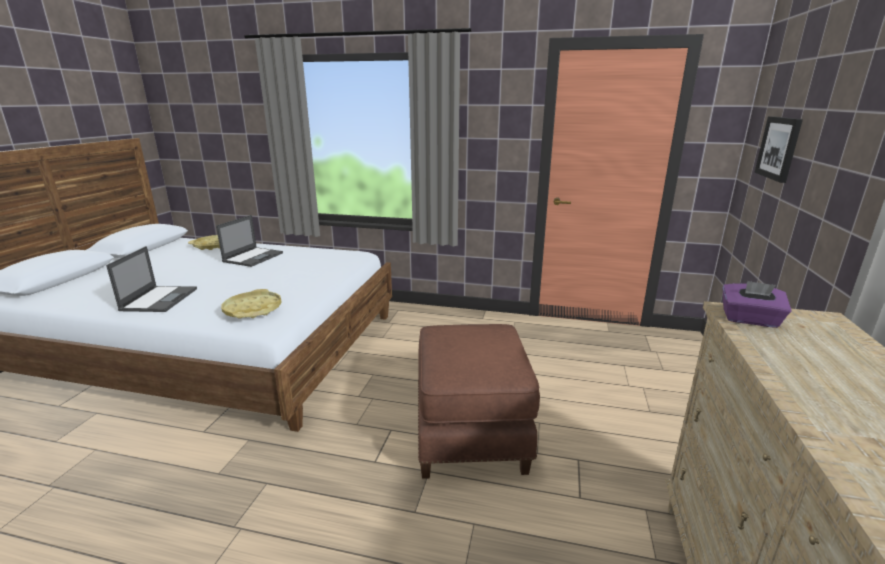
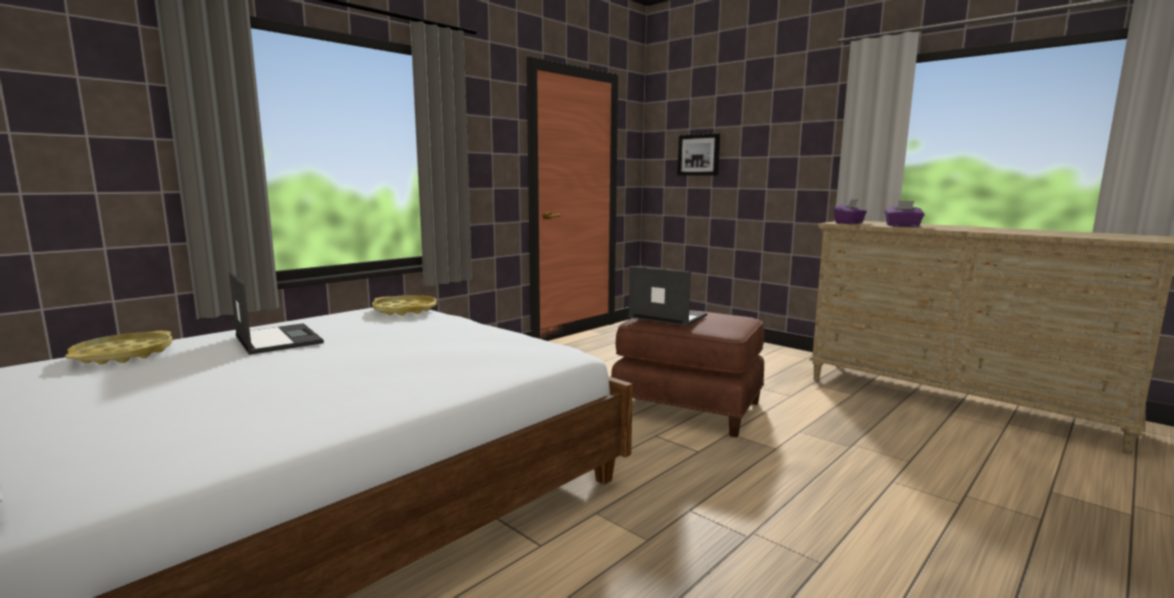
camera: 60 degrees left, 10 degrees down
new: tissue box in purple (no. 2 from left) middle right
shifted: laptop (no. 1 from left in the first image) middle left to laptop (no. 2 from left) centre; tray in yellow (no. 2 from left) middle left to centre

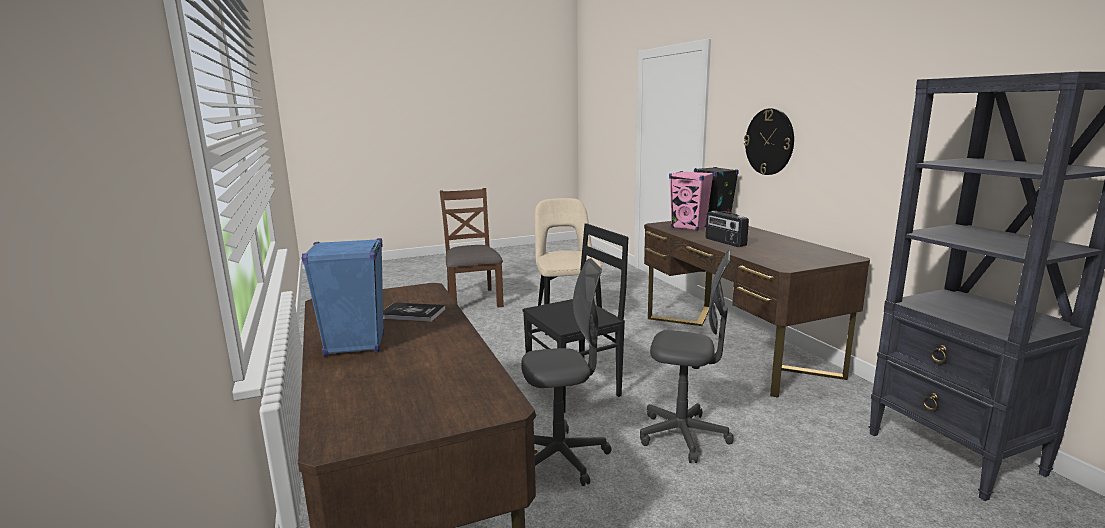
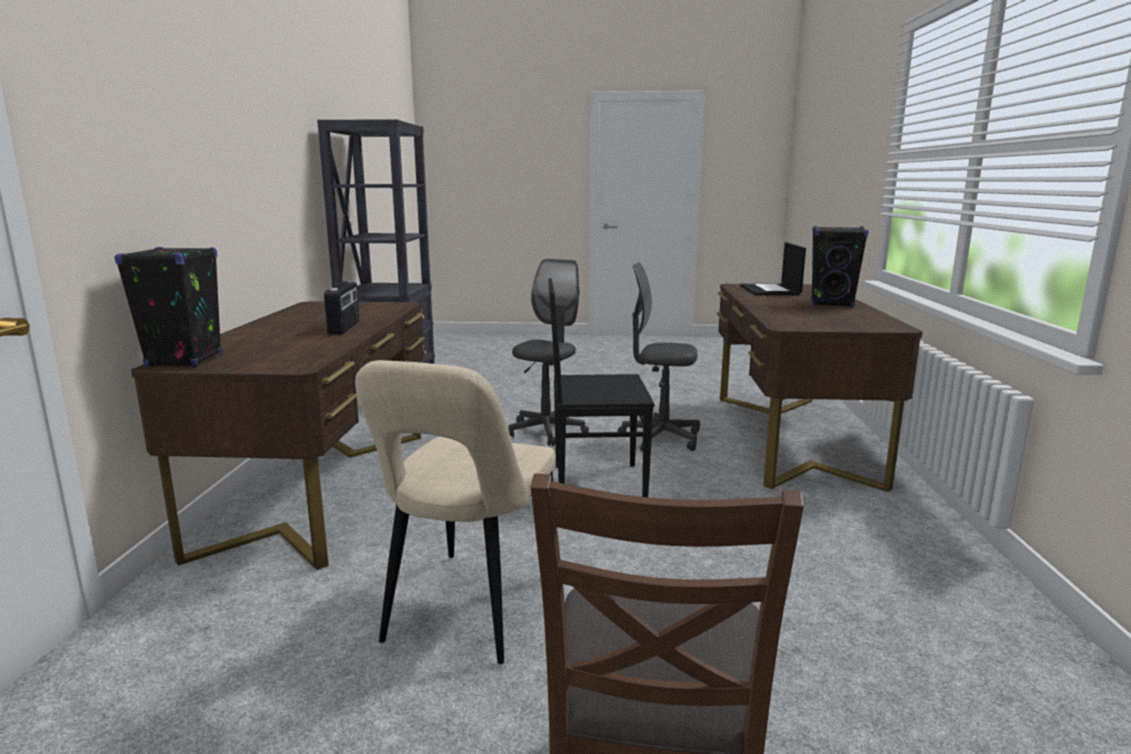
camera: 155 degrees left, 0 degrees up
gone: book centre; speaker in pink centre; wall clock top right
new: laptop middle right
repainted: speaker in blue middle left to speaker in black (no. 2 from left) middle right
rotated: office chair in grey (no. 2 from left in the first image) bottom centre = centre 75 degrees clockwise

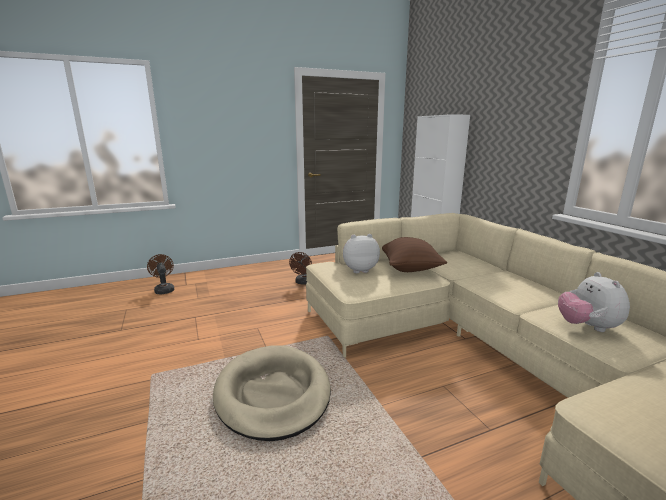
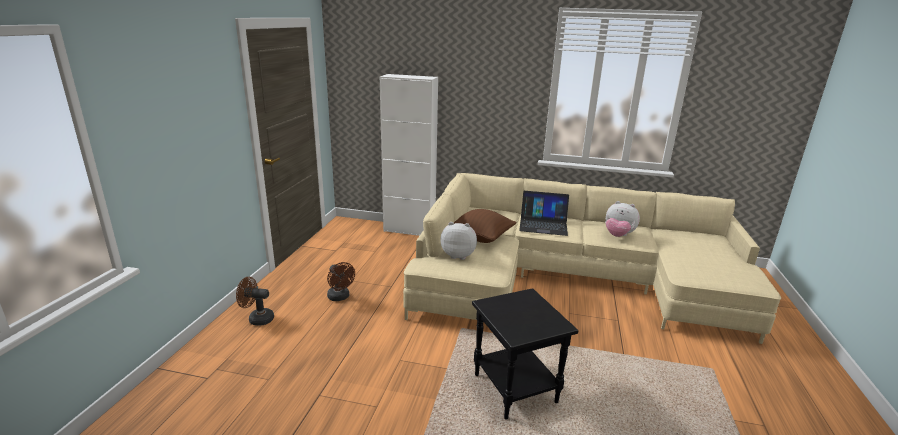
camera: 55 degrees left, 5 degrees up
new: laptop centre
shifted: fan in brown (no. 1 from left) middle left to bottom left
swapped: dog bed in beige bottom centre to side table in black bottom centre
rotated: plush toy (no. 1 from left) centre = centre 75 degrees clockwise

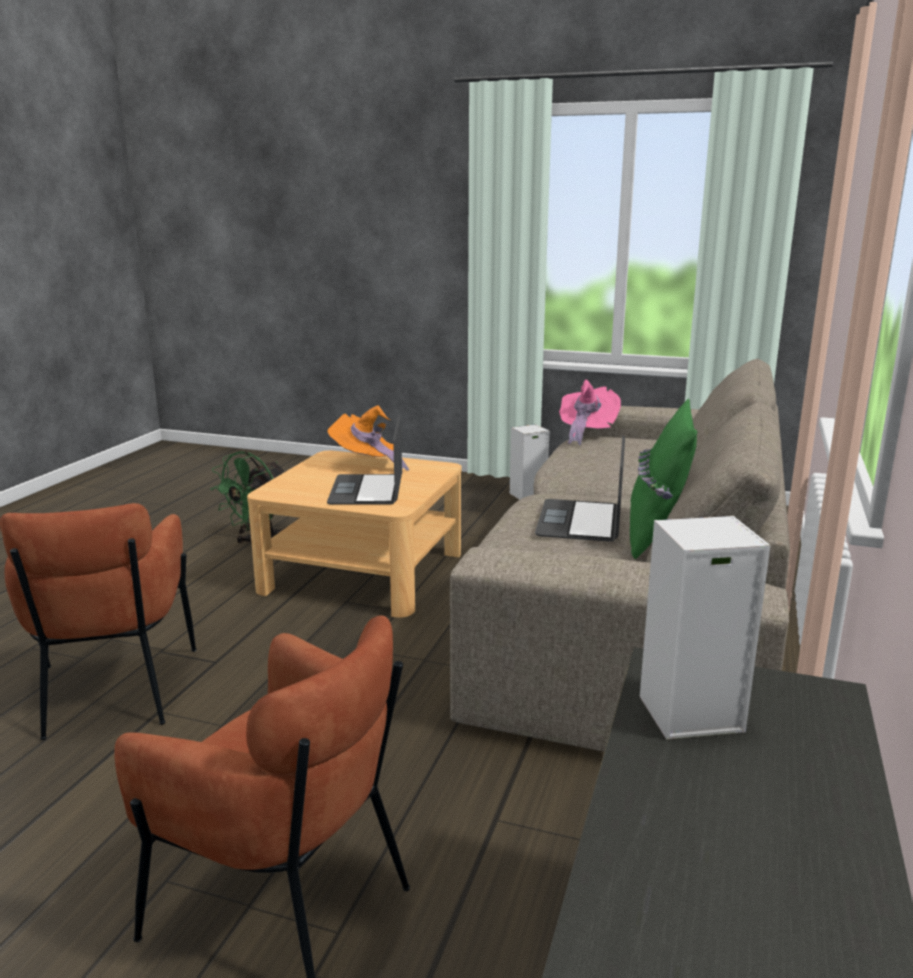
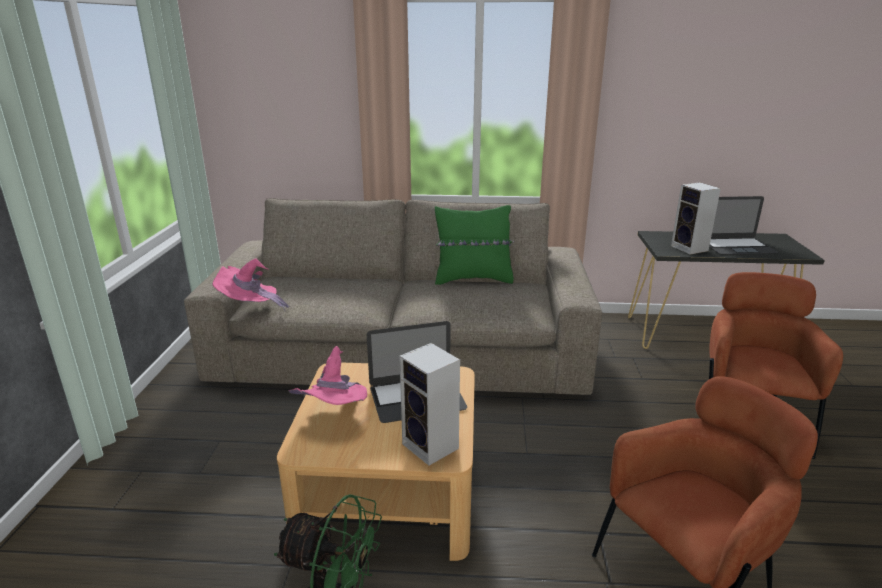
camera: 105 degrees left, 5 degrees up
shifted: speaker (no. 1 from left) centre to bottom centre; laptop (no. 2 from left) centre to middle right
repainted: hat in orange centre to hat in pink (no. 2 from left) centre

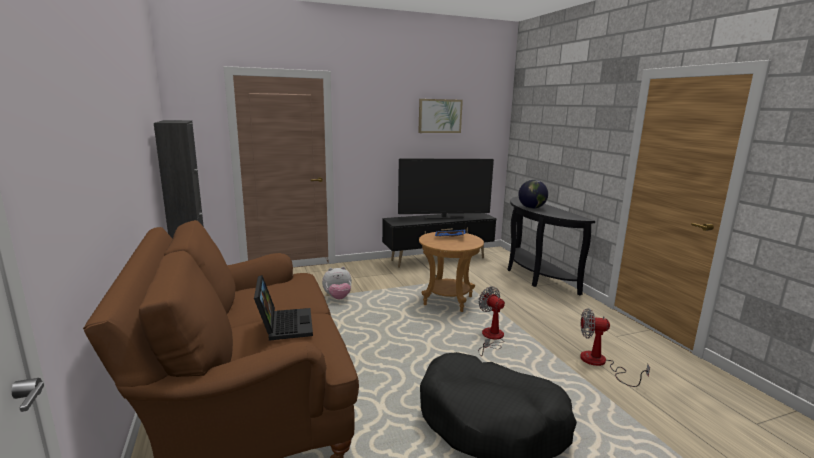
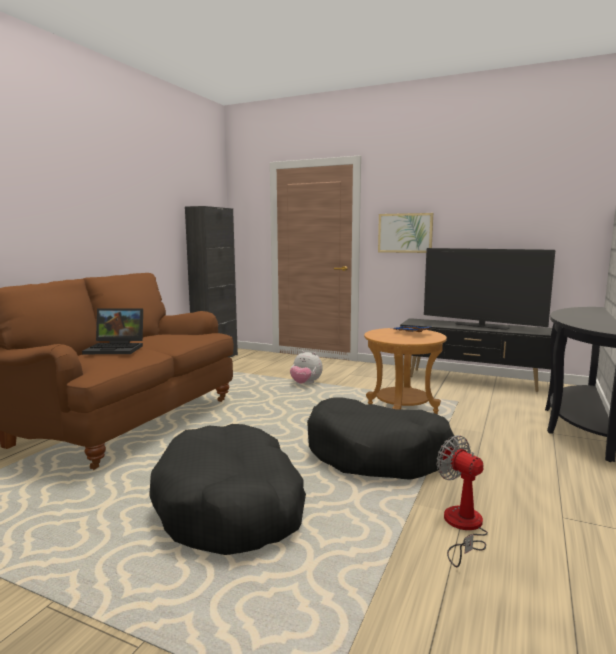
camera: 45 degrees right, 5 degrees down
gone: globe centre
shifted: picture top centre to centre
swapped: fan (no. 1 from left) bottom centre to dog bed in black (no. 2 from left) bottom centre
rotated: laptop bottom centre = middle left 60 degrees clockwise

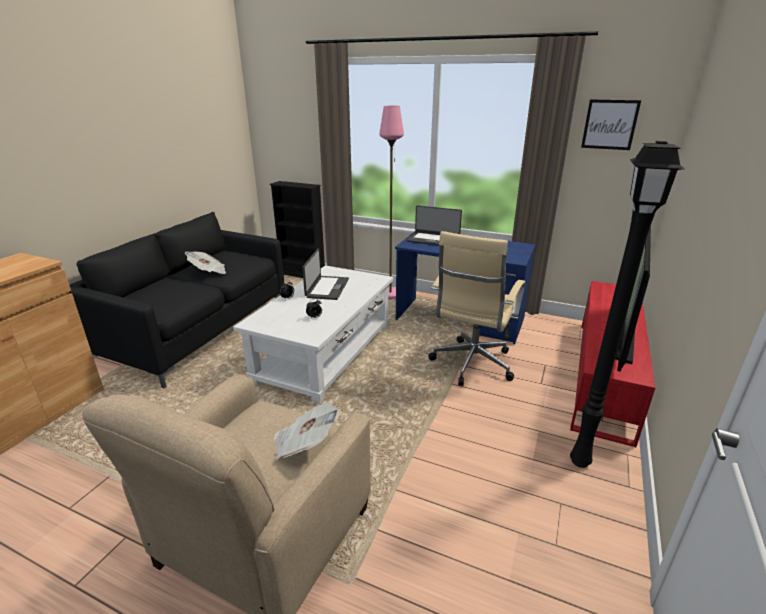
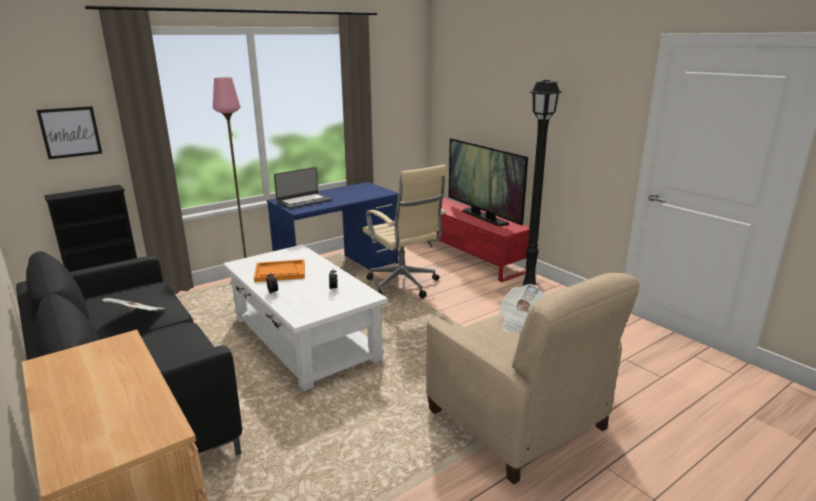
camera: 60 degrees left, 5 degrees down
shifted: picture top right to top left
swapped: laptop (no. 1 from left) centre to tray in orange centre

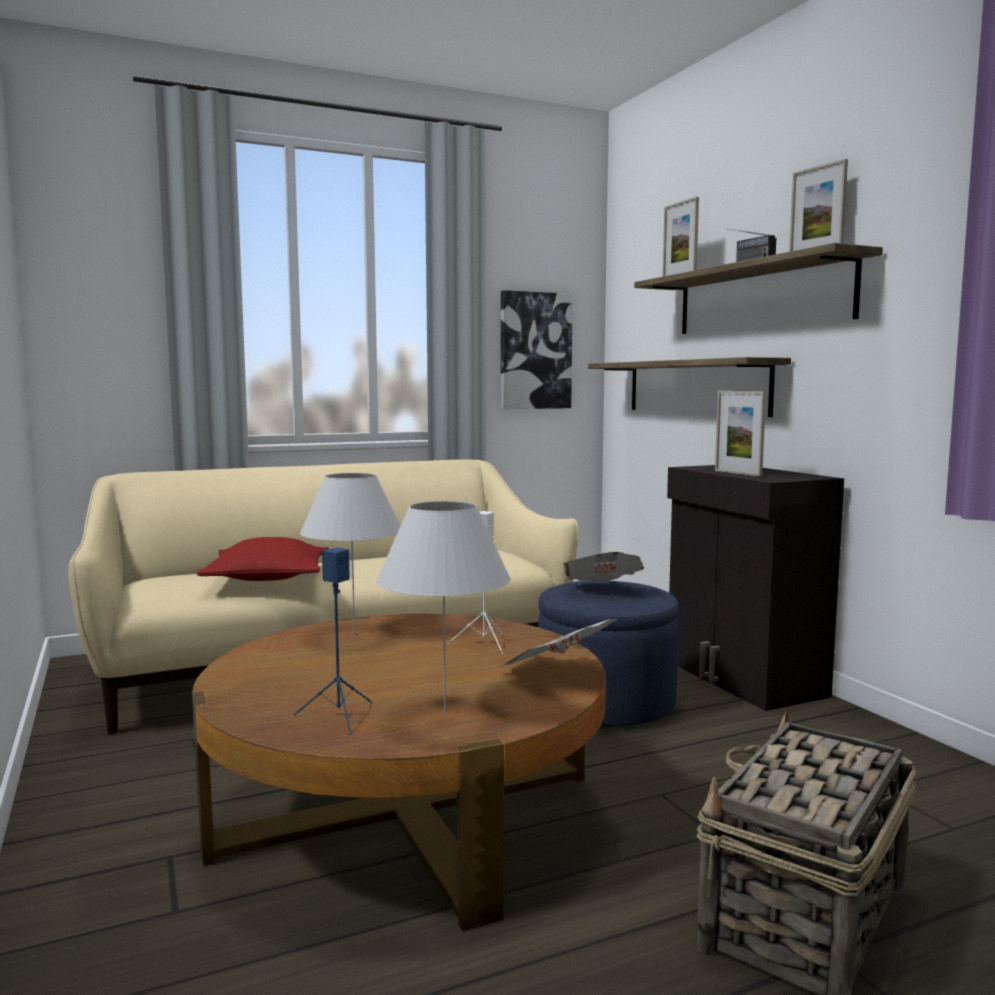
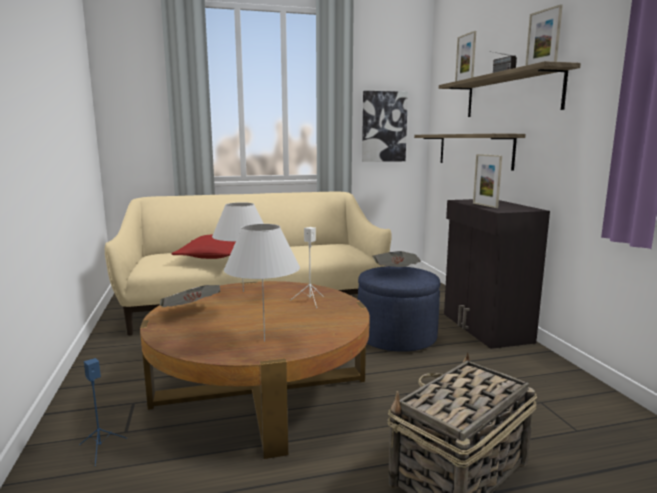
camera: 10 degrees right, 5 degrees up
shifted: speaker in blue centre to bottom left; newspaper (no. 1 from left) centre to middle left

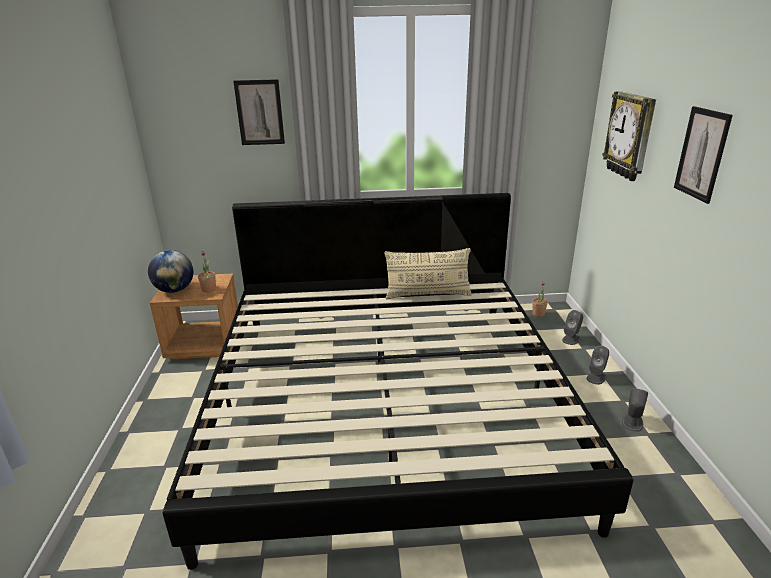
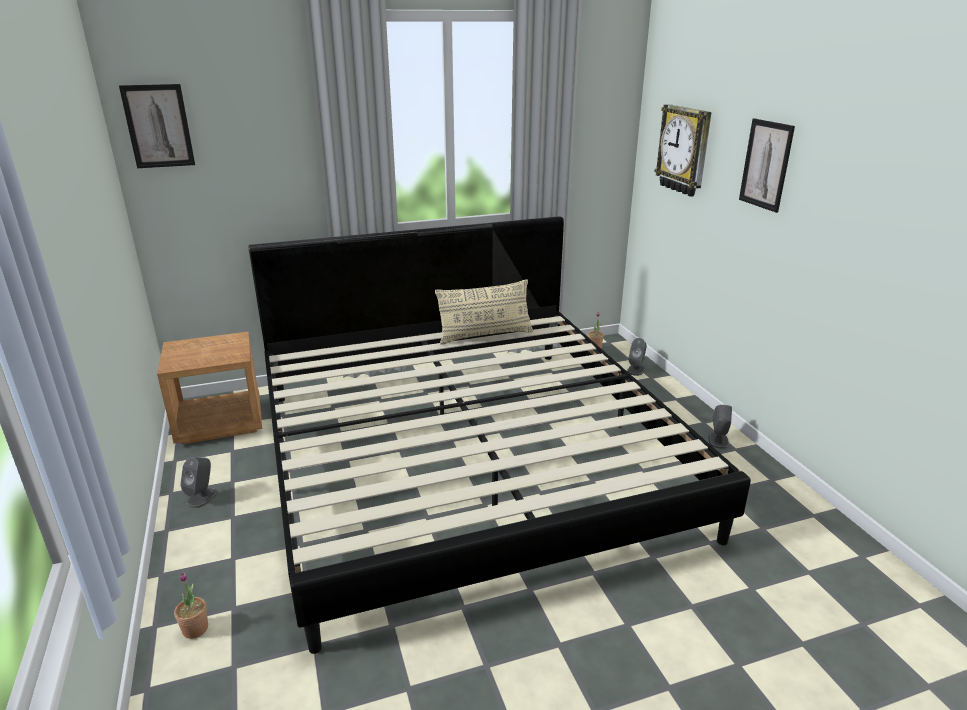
camera: 15 degrees left, 0 degrees up
gone: globe middle left
shifted: potted plant (no. 1 from left) middle left to bottom left; picture (no. 1 from left) top centre to top left; speaker in grey (no. 2 from left in the first image) middle right to speaker in grey (no. 1 from left) bottom left

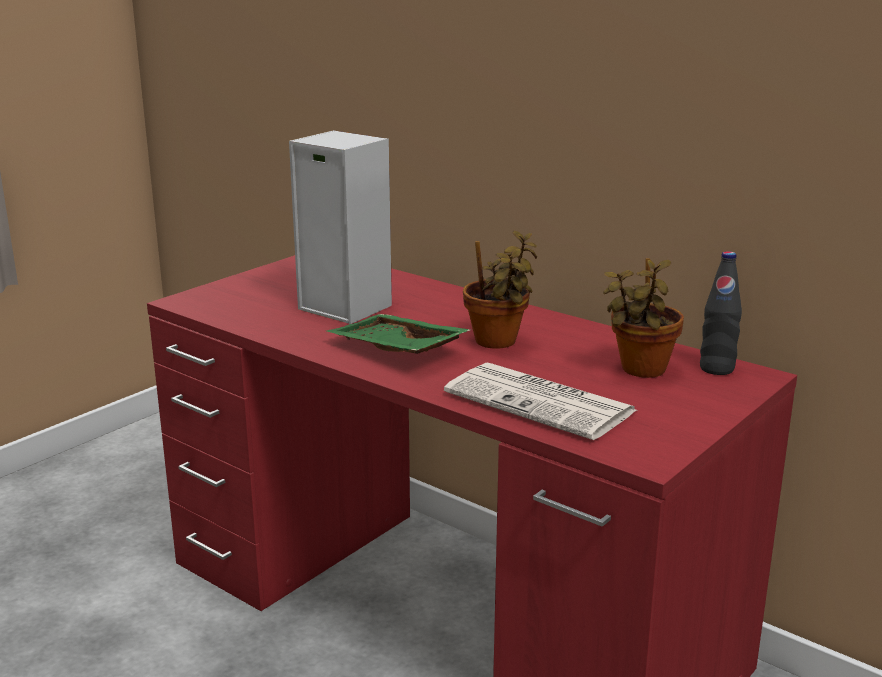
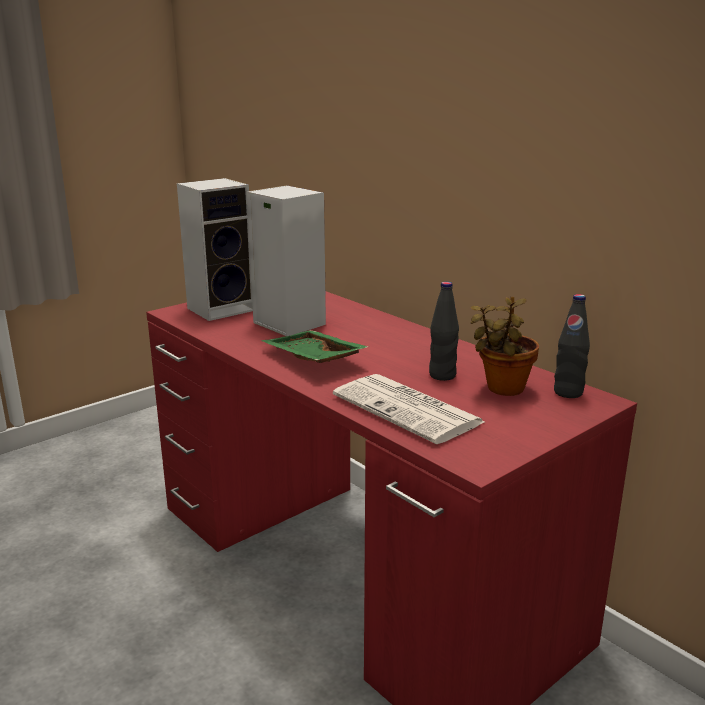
camera: 10 degrees right, 0 degrees up
gone: potted plant (no. 1 from left) centre
new: speaker (no. 1 from left) middle left; bottle in black (no. 1 from left) centre

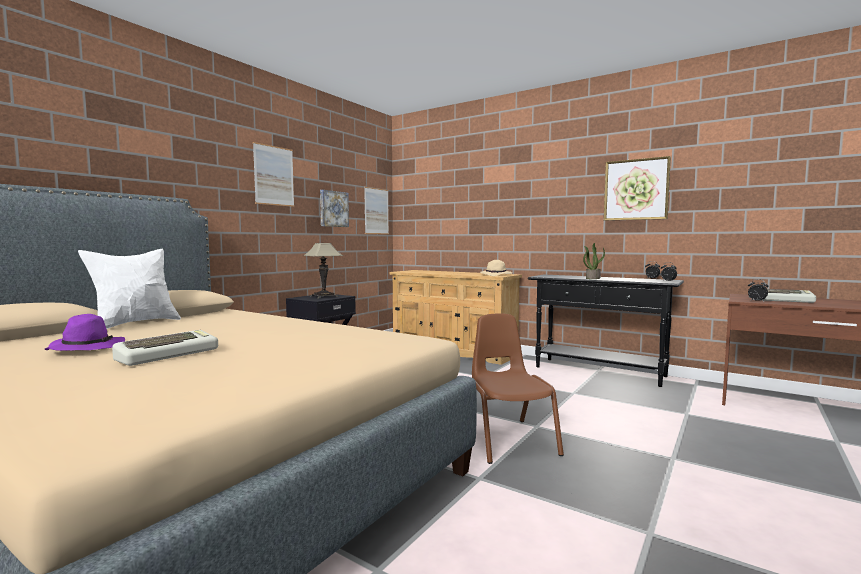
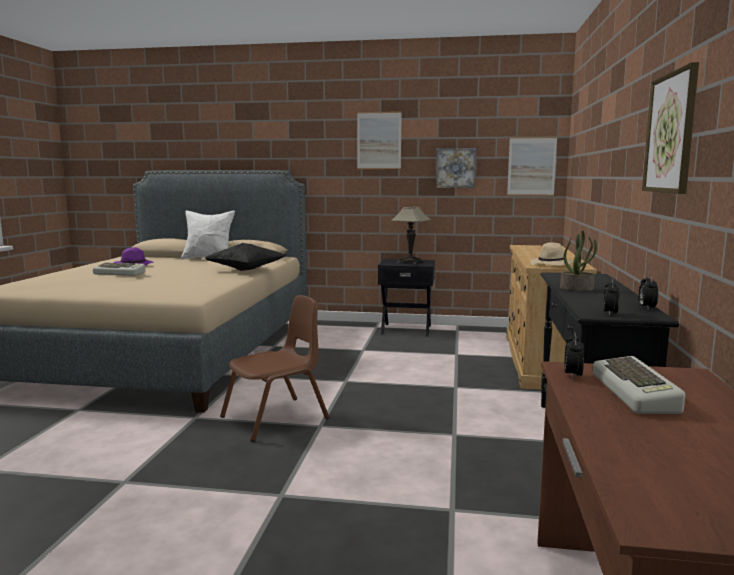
camera: 65 degrees right, 5 degrees up
new: pillow in black centre

